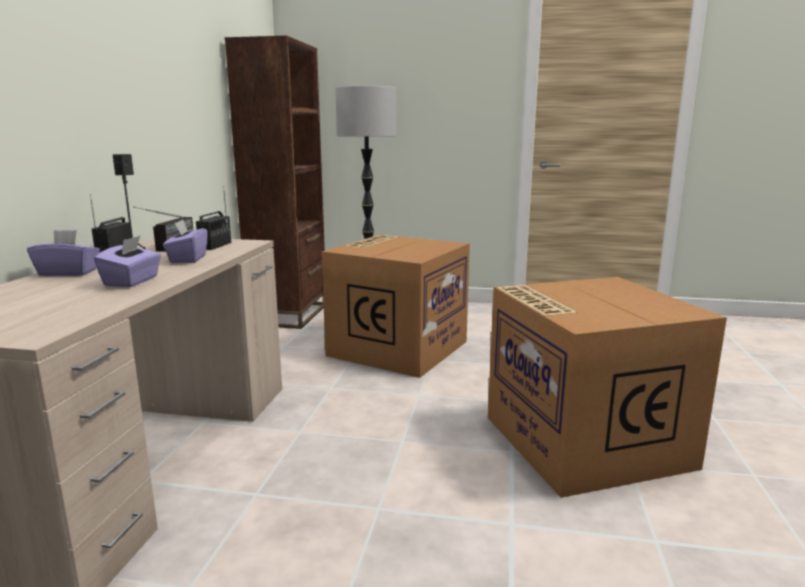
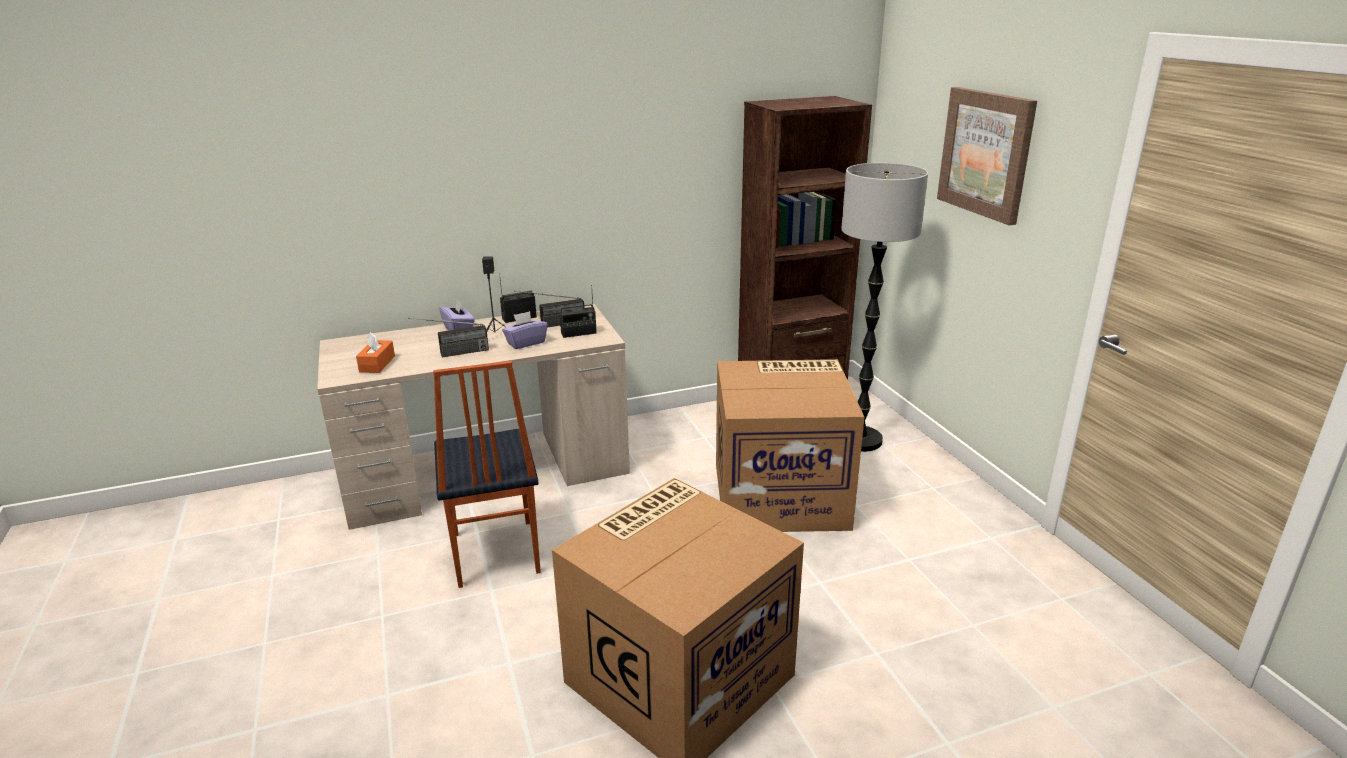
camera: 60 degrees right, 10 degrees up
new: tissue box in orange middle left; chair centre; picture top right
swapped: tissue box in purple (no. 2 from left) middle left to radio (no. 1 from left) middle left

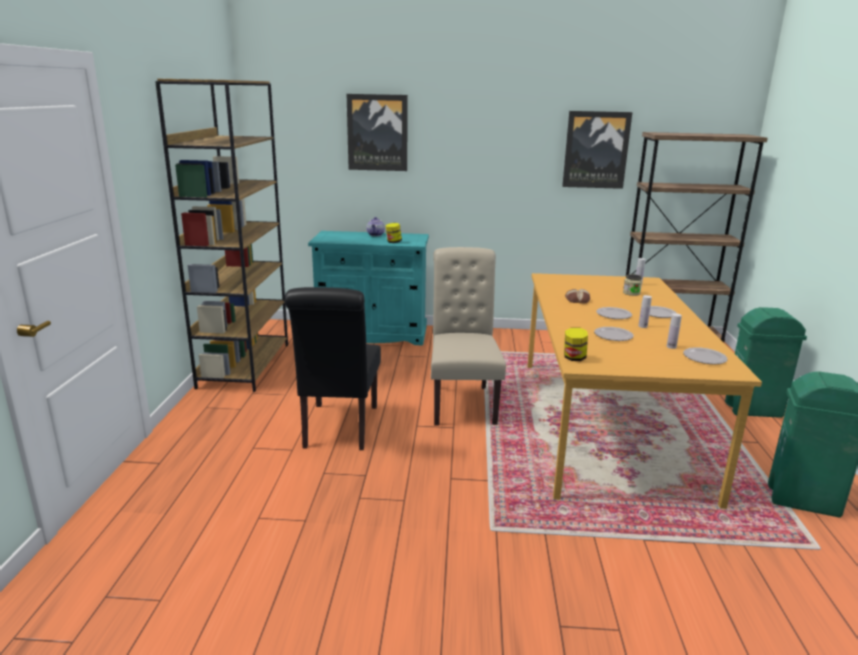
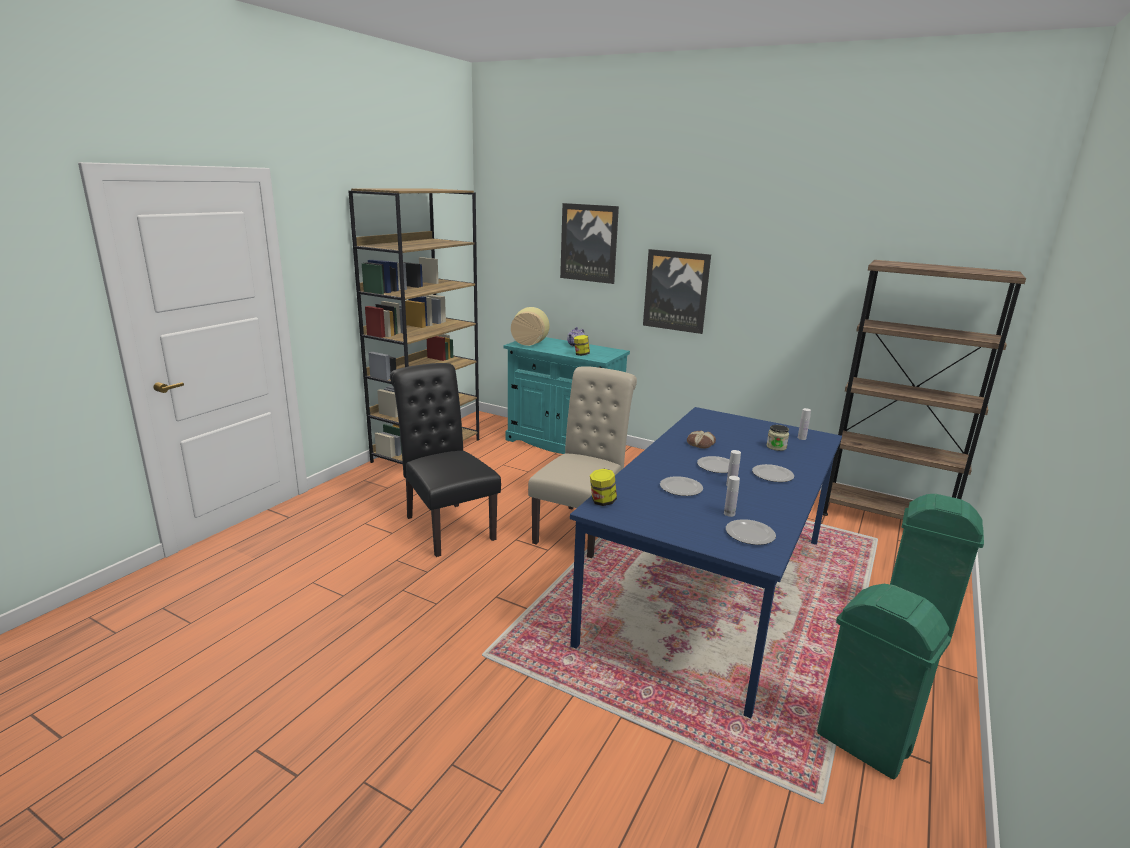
camera: 25 degrees right, 0 degrees up
new: vase centre
shifted: picture (no. 2 from left) top right to centre
repainted: dining table in orange middle right to dining table in blue centre
rotated: chair in black centre = centre 120 degrees clockwise

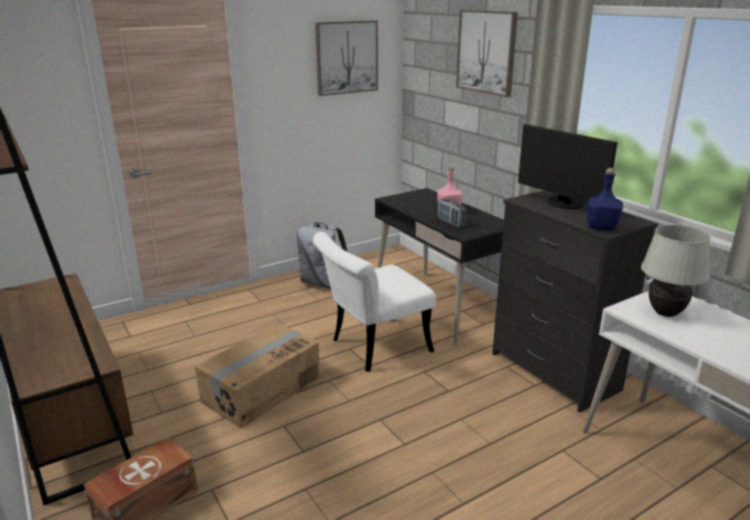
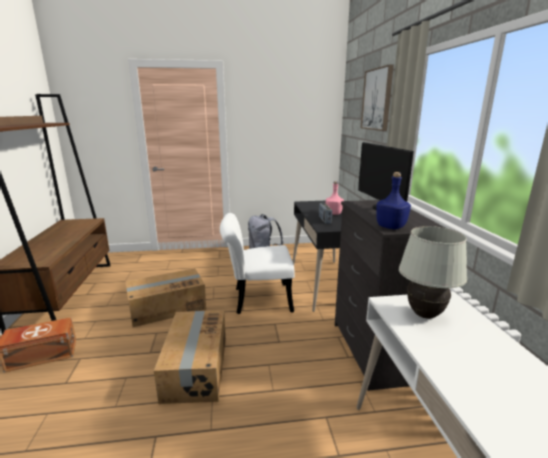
camera: 25 degrees right, 5 degrees down
gone: picture (no. 1 from left) top centre
new: cardboard box (no. 2 from left) bottom centre

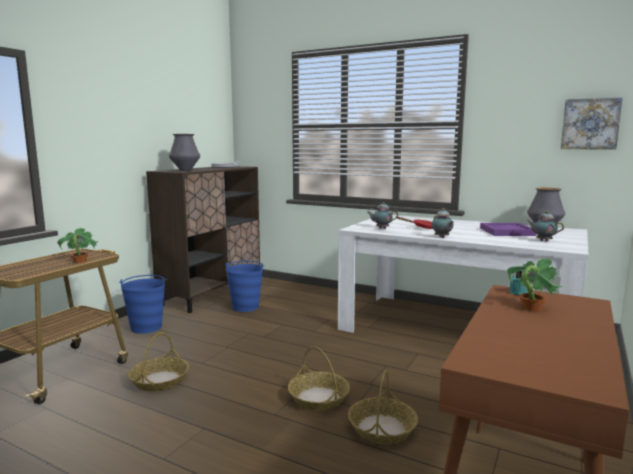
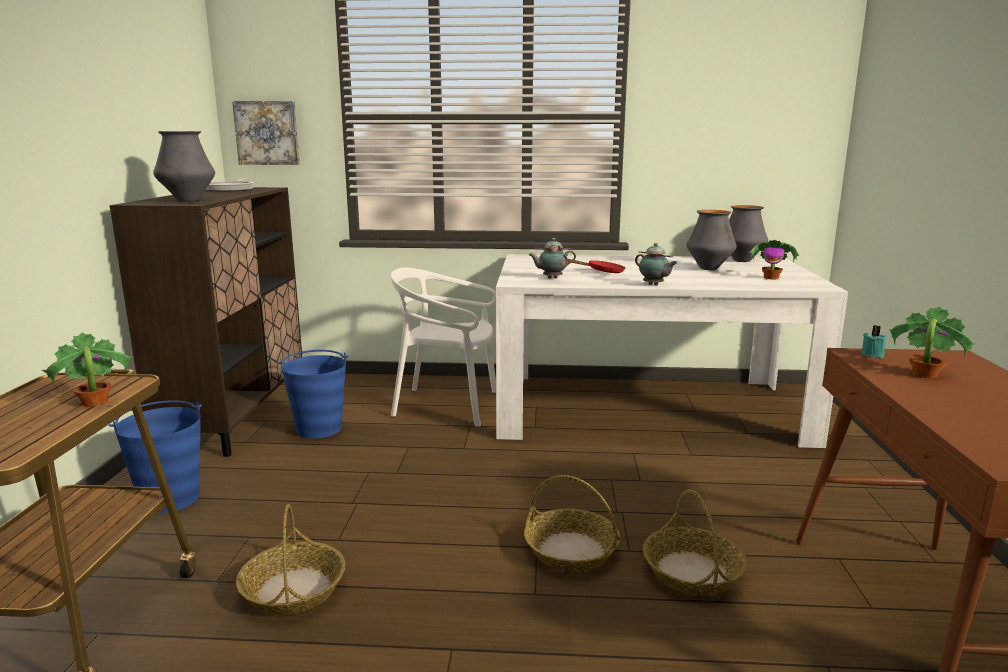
camera: 25 degrees left, 5 degrees up
new: chair in white centre
shifted: picture top right to top left
swapped: tray in purple middle right to vase (no. 2 from left) middle right; teapot (no. 3 from left) middle right to potted plant (no. 2 from left) middle right

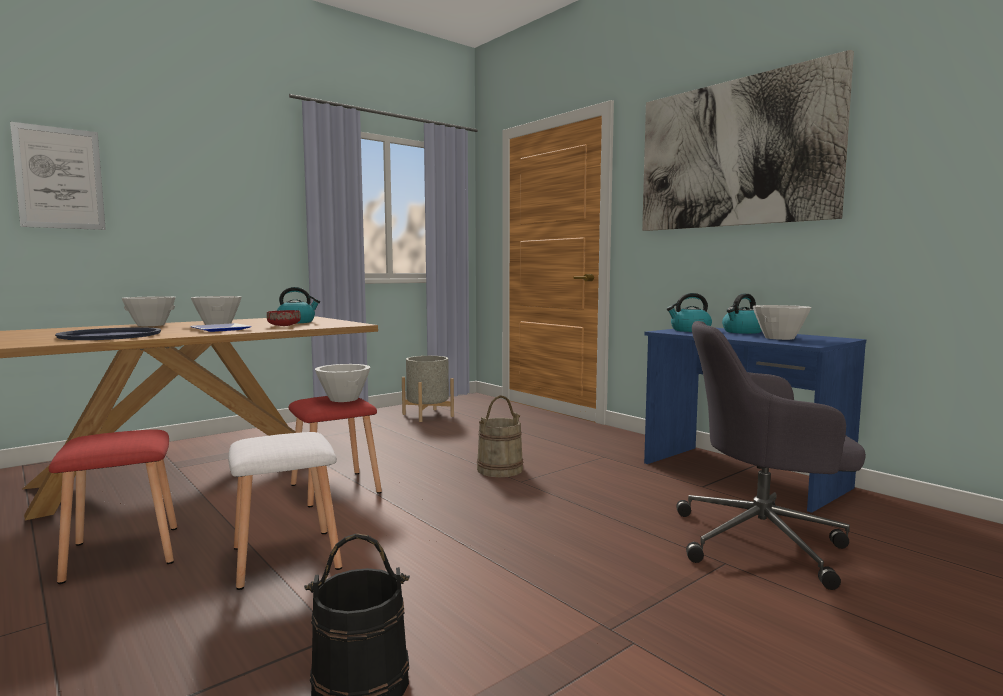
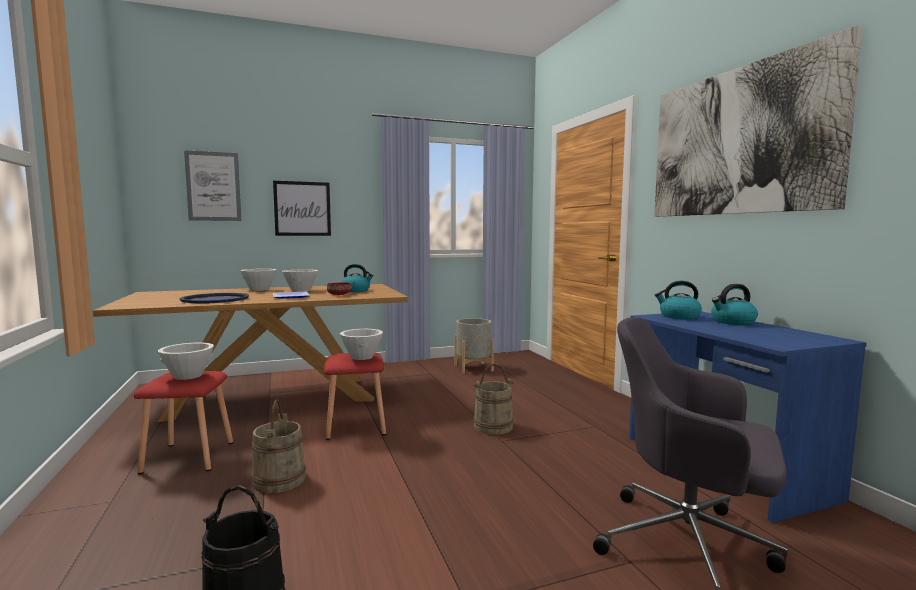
camera: 20 degrees right, 0 degrees up
new: picture (no. 2 from left) middle left
shifted: bowl in white (no. 4 from left in the first image) middle right to bowl in white (no. 1 from left) middle left
swapped: stool in white bottom left to bucket in beige (no. 1 from left) bottom left

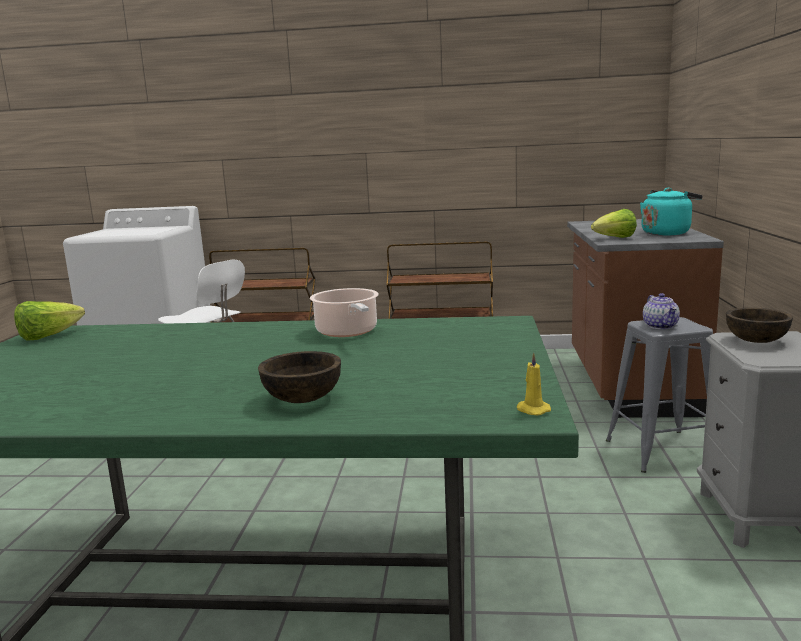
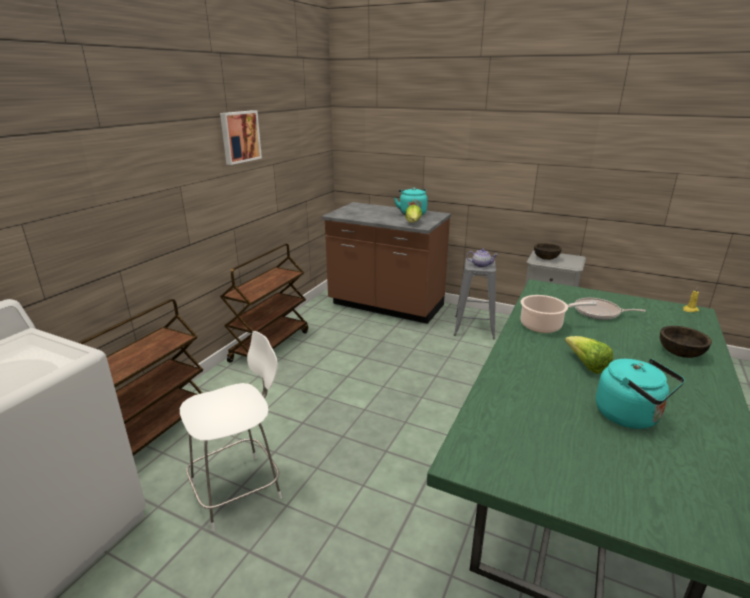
camera: 70 degrees left, 10 degrees up
new: picture top left; frying pan middle right; kettle in turquoise (no. 2 from left) middle right
shifted: lettuce (no. 1 from left in the first image) middle left to lettuce (no. 2 from left) middle right

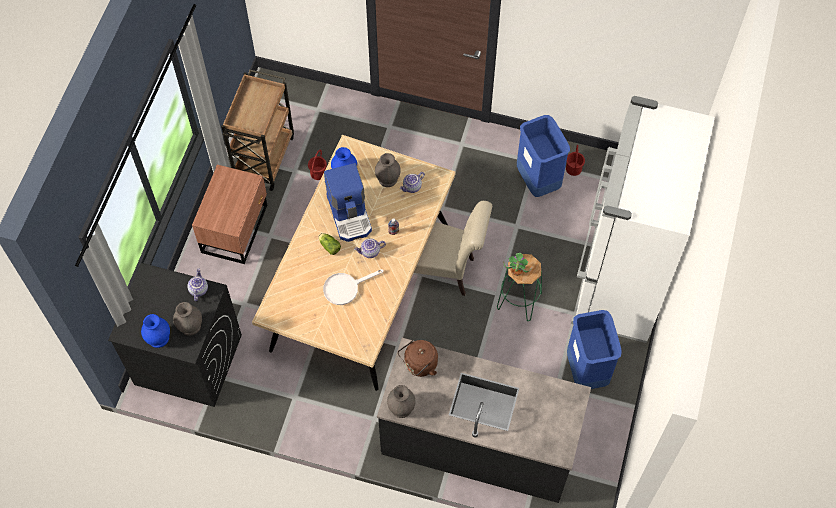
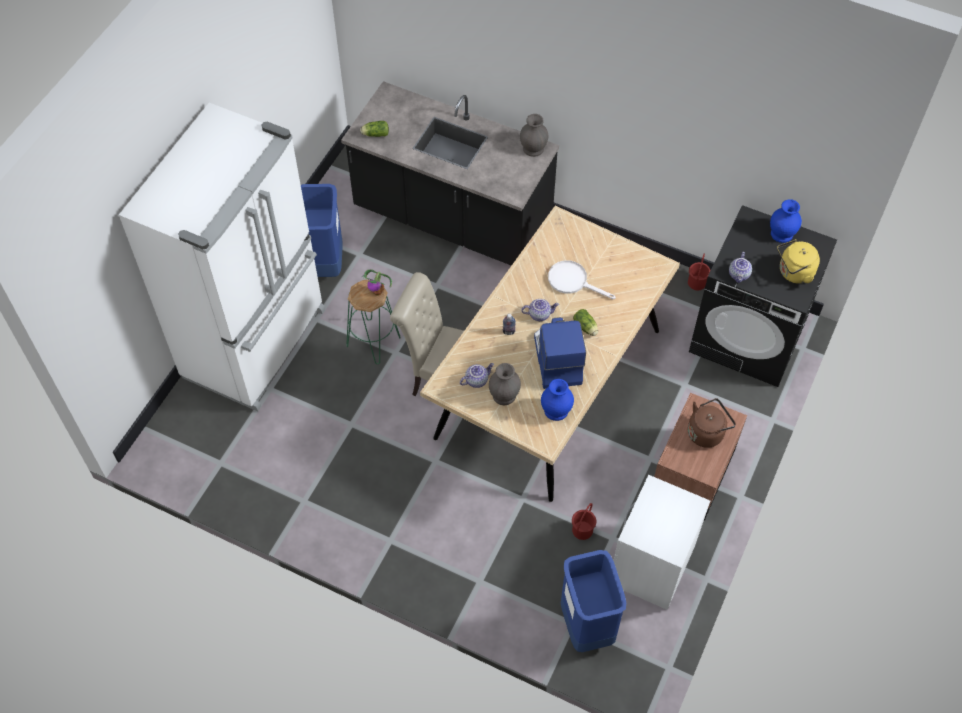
camera: 170 degrees left, 5 degrees down
gone: vase in grey (no. 1 from left) middle left
new: lettuce (no. 1 from left) top centre; kettle in yellow middle right
shifted: kettle in brown bottom centre to middle right; trash can in blue (no. 1 from left in the first image) top centre to trash can in blue (no. 2 from left) bottom centre; bucket in red (no. 2 from left) top right to middle right
swapped: cart in brown top left to nightstand in white bottom right
rotated: frying pan in white centre = centre 135 degrees counterclockwise

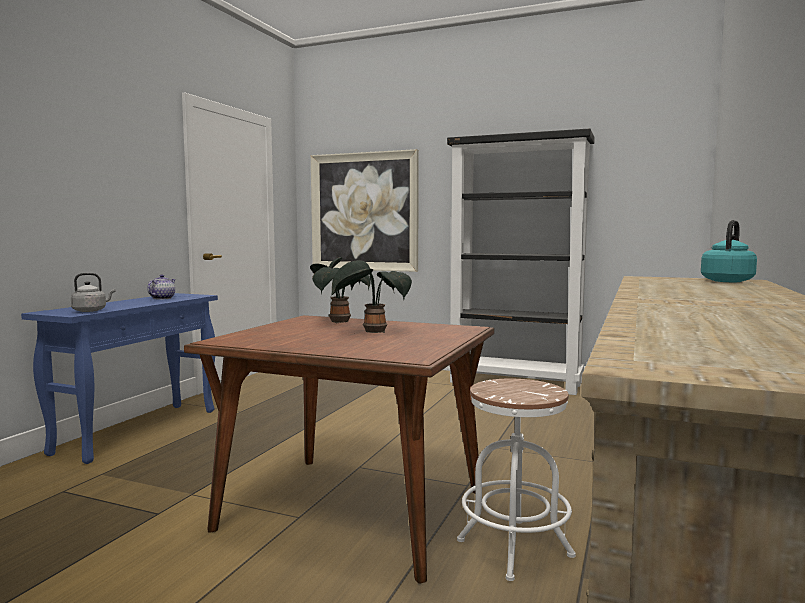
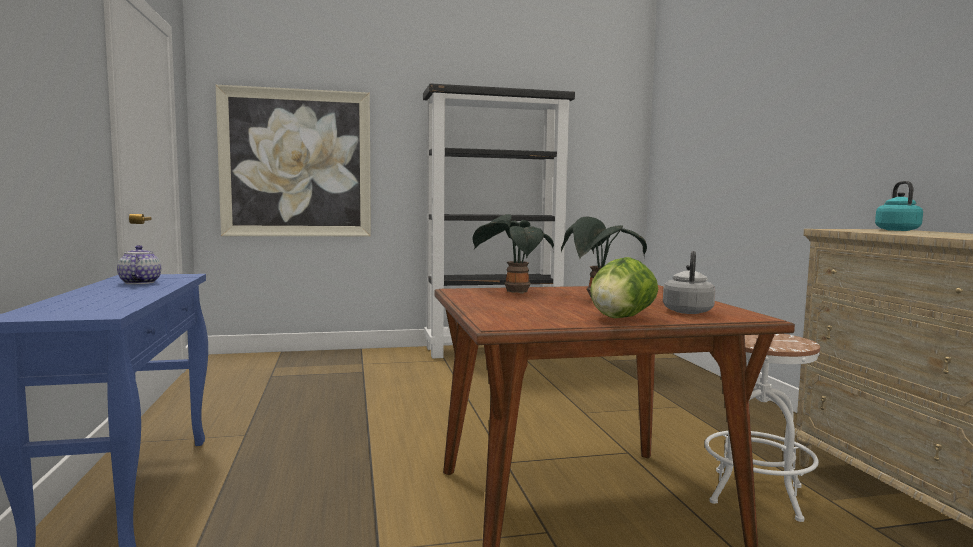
camera: 35 degrees left, 0 degrees up
new: lettuce centre
shifted: kettle in grey middle left to middle right

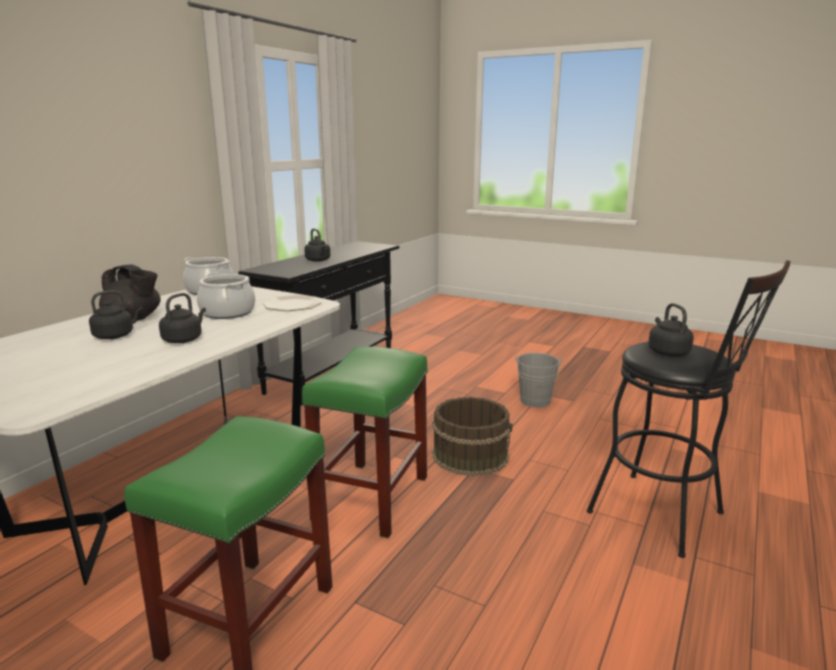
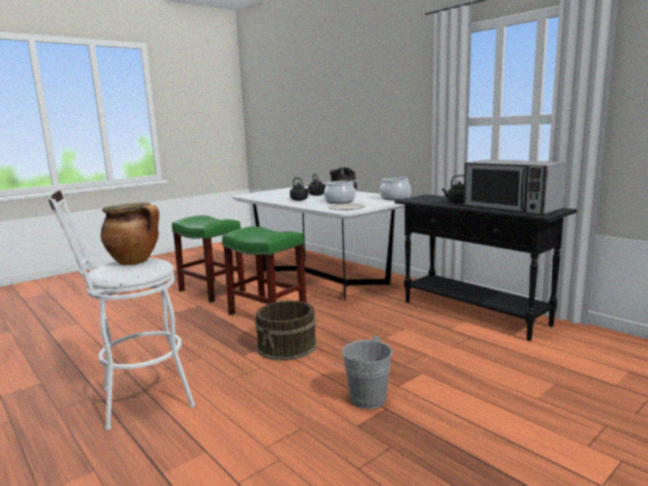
camera: 110 degrees right, 5 degrees down
new: microwave middle right
swapped: kettle in black (no. 4 from left) middle right to cooking pot (no. 1 from left) middle left
repainted: stool in black middle right to stool in white middle left

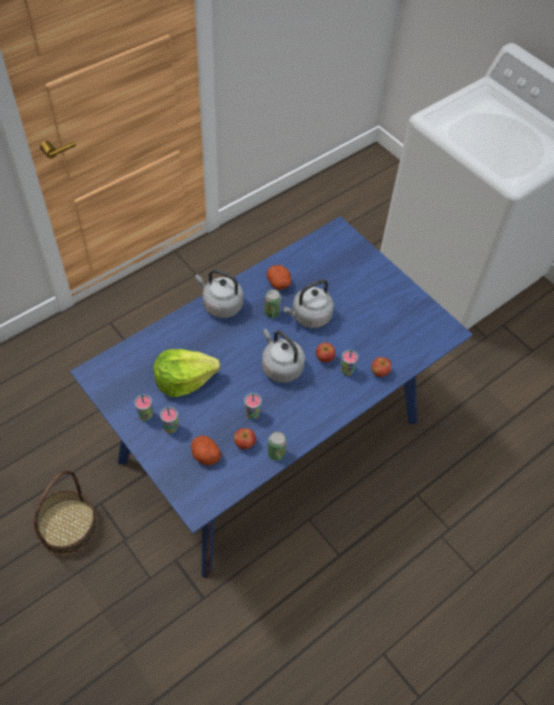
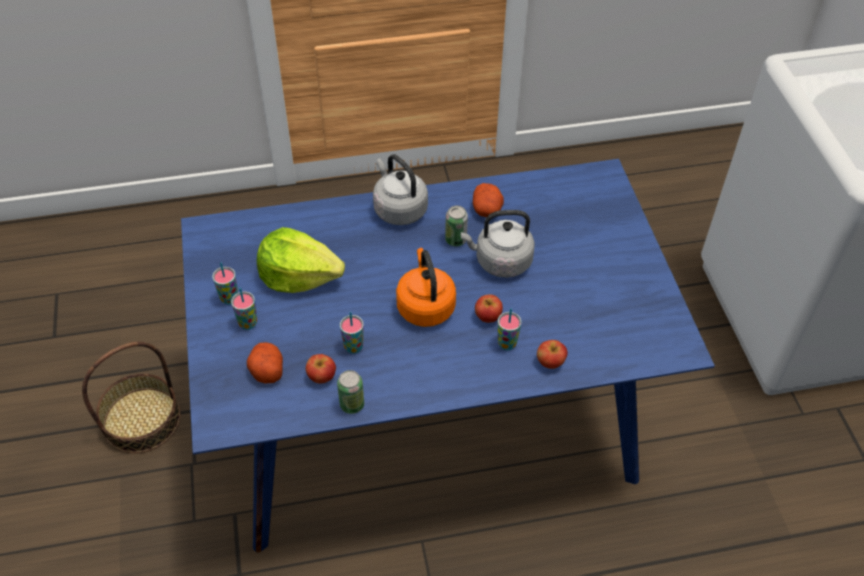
camera: 30 degrees right, 5 degrees down
repainted: kettle in grey (no. 2 from left) centre to kettle in orange centre

